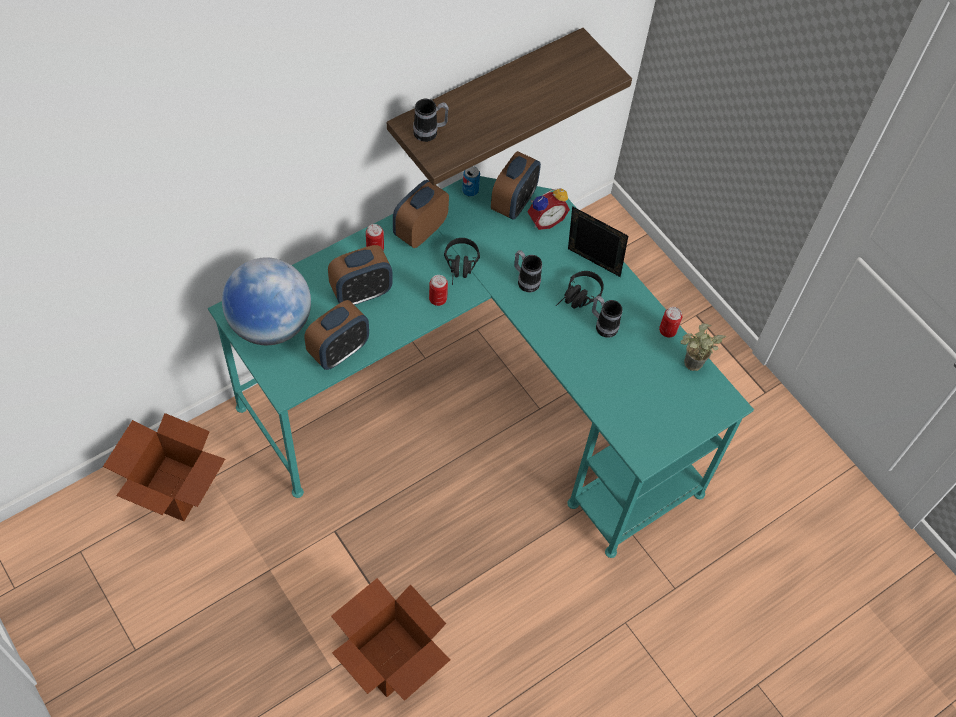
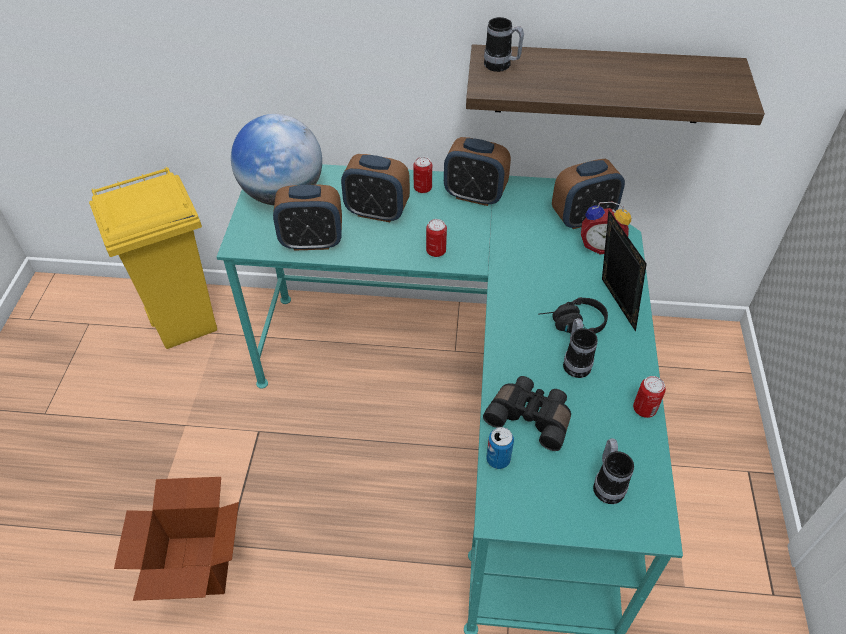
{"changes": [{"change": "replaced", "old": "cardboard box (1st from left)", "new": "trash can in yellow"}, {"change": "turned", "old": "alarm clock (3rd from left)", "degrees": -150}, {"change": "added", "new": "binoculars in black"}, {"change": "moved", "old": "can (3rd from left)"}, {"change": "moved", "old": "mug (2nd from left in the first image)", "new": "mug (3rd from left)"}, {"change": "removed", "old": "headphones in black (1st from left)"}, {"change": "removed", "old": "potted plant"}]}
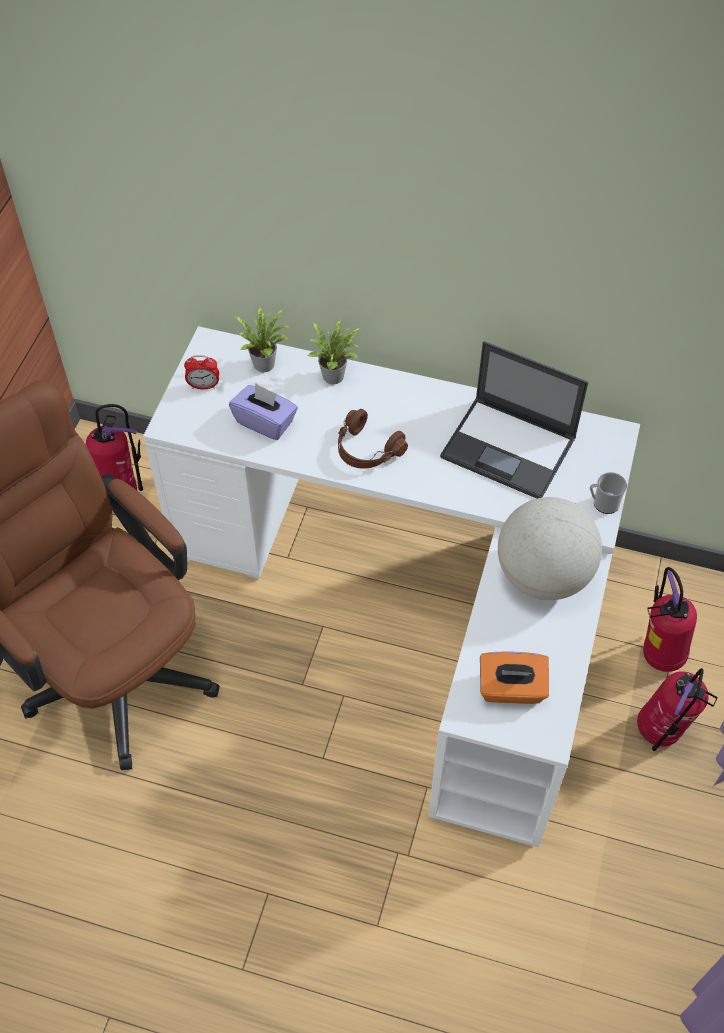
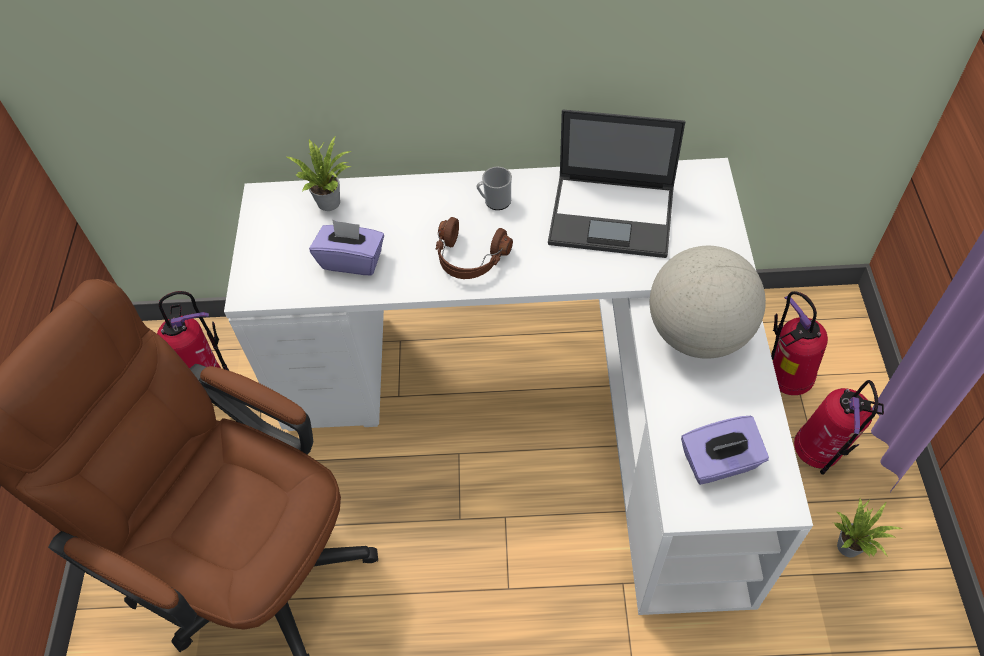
{"changes": [{"change": "moved", "old": "mug"}, {"change": "recoloured", "old": "tissue box in orange", "new": "tissue box in purple (2nd from left)"}, {"change": "moved", "old": "potted plant (2nd from left)"}, {"change": "removed", "old": "alarm clock"}]}
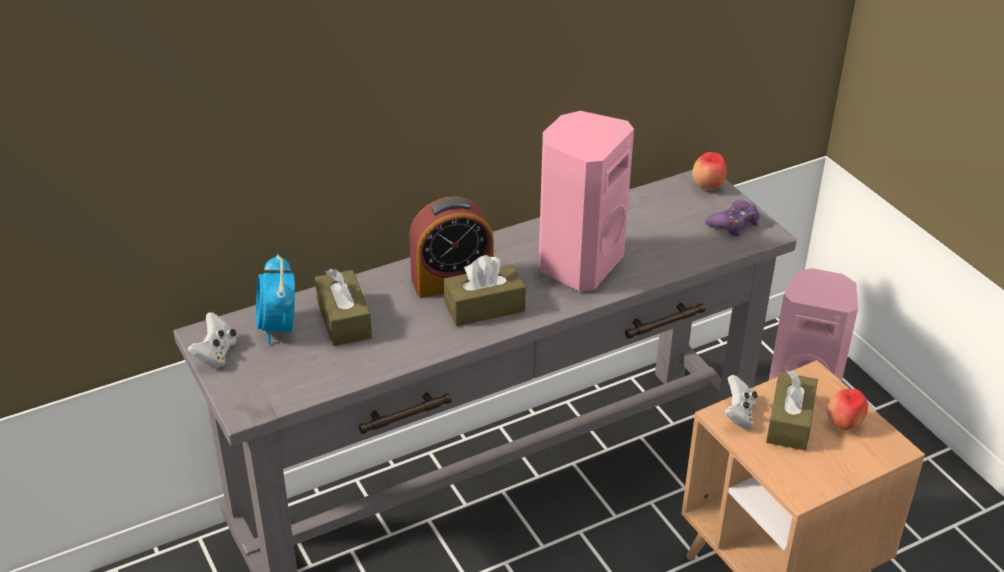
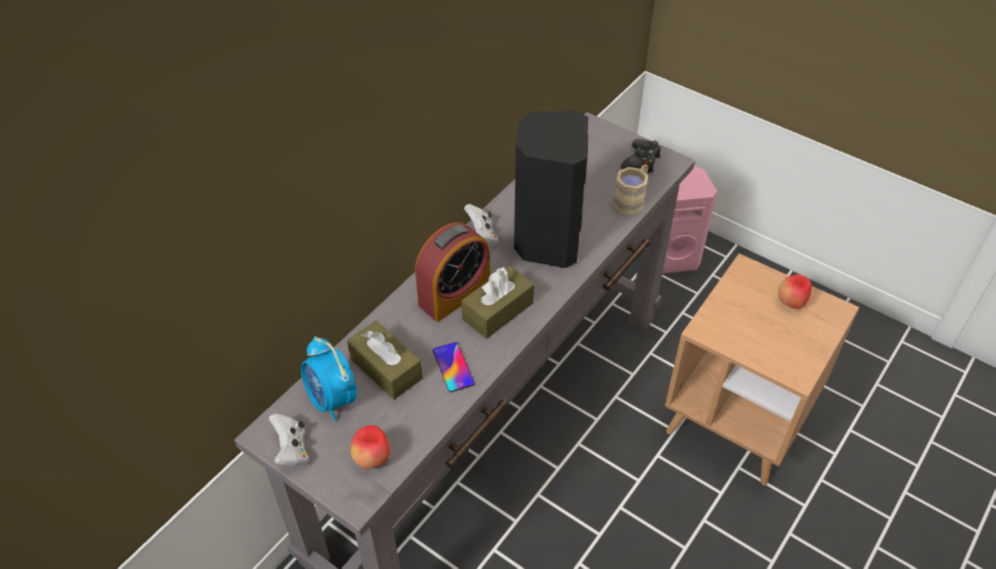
{"changes": [{"change": "moved", "old": "apple (1st from left)"}, {"change": "added", "new": "phone"}, {"change": "moved", "old": "game controller in white (2nd from left)"}, {"change": "recoloured", "old": "speaker in pink (1st from left)", "new": "speaker in black"}, {"change": "added", "new": "mug in beige"}, {"change": "recoloured", "old": "game controller in purple", "new": "game controller in black"}, {"change": "removed", "old": "tissue box in brown (3rd from left)"}]}
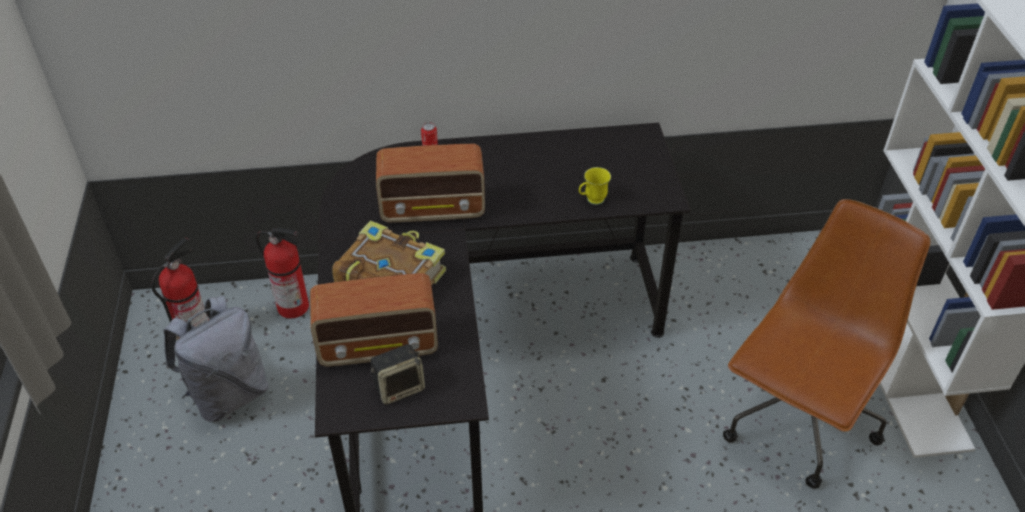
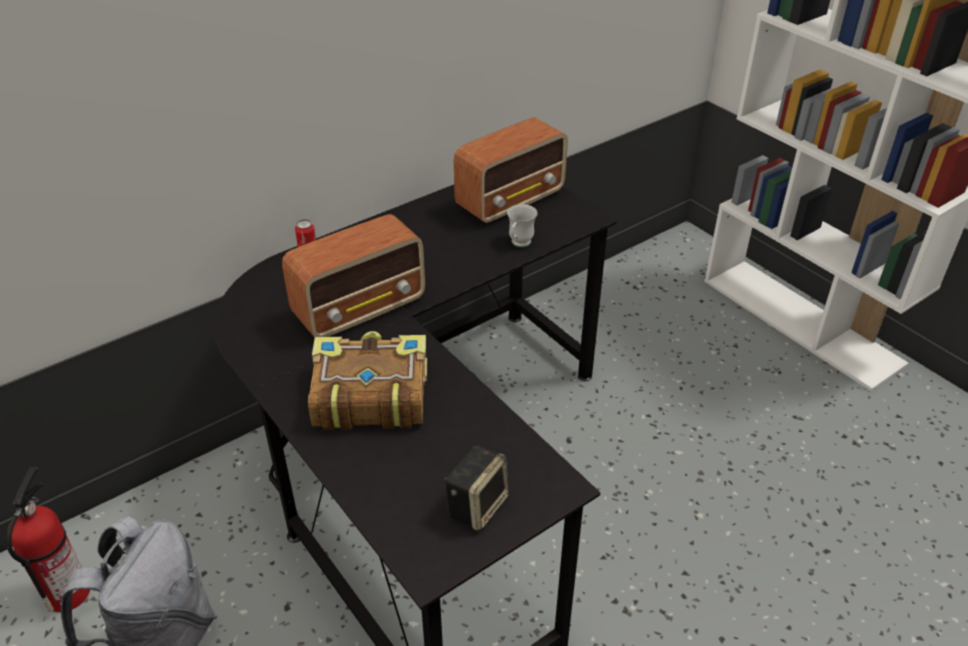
{"changes": [{"change": "moved", "old": "radio (1st from left in the first image)", "new": "radio (2nd from left)"}, {"change": "recoloured", "old": "mug in yellow", "new": "mug in white"}, {"change": "removed", "old": "fire extinguisher (2nd from left)"}, {"change": "removed", "old": "office chair in brown"}]}
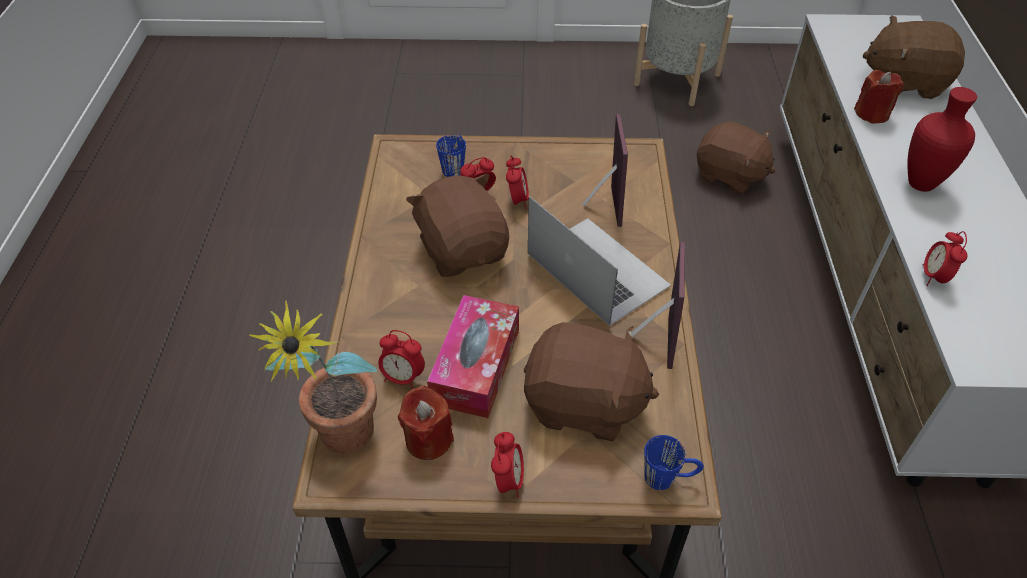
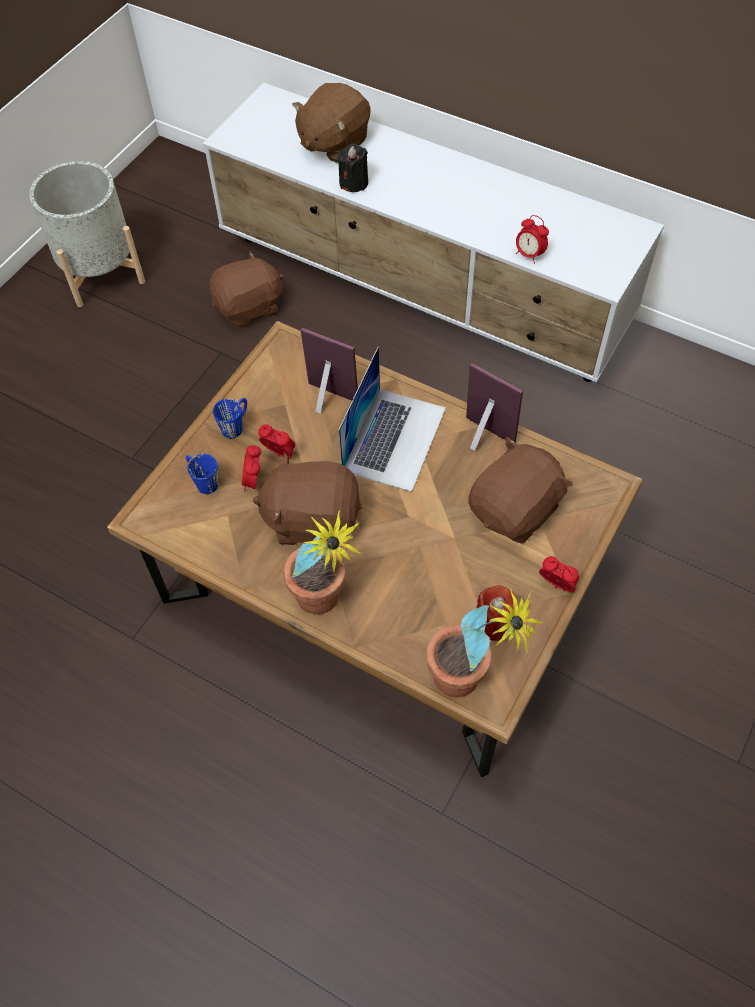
{"changes": [{"change": "moved", "old": "mug in blue (2nd from left)"}, {"change": "added", "new": "potted plant (1st from left)"}, {"change": "recoloured", "old": "candle in red (2nd from left)", "new": "candle in black"}, {"change": "turned", "old": "laptop", "degrees": 120}, {"change": "removed", "old": "alarm clock (1st from left)"}, {"change": "removed", "old": "tissue box"}, {"change": "removed", "old": "vase in red"}]}
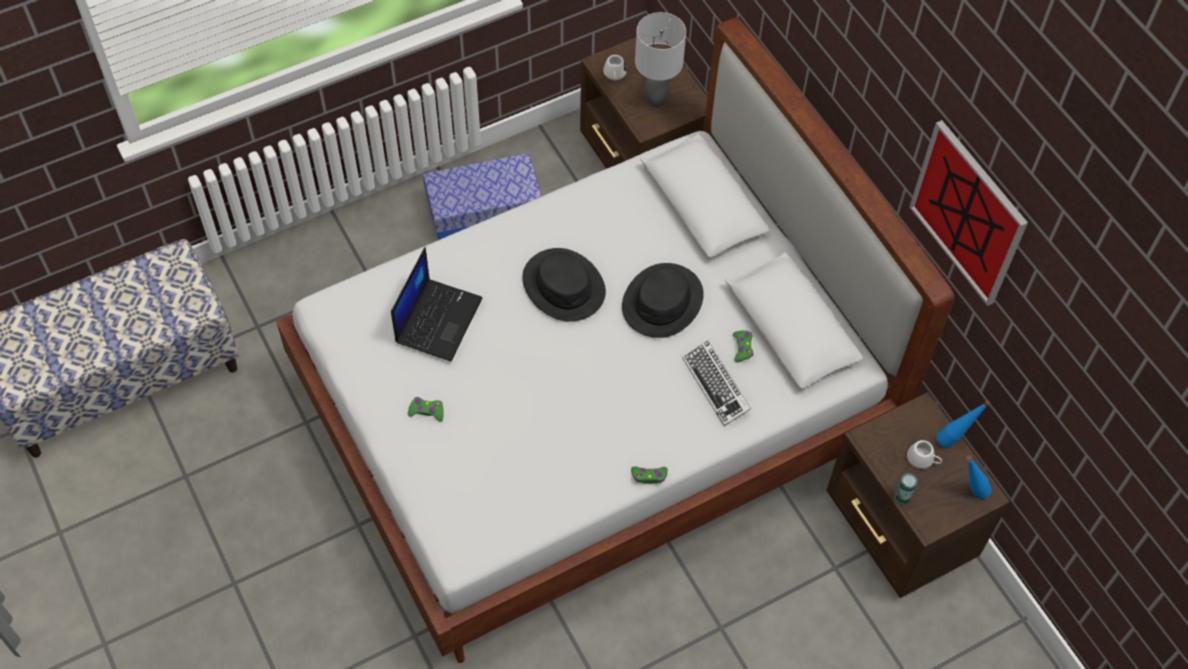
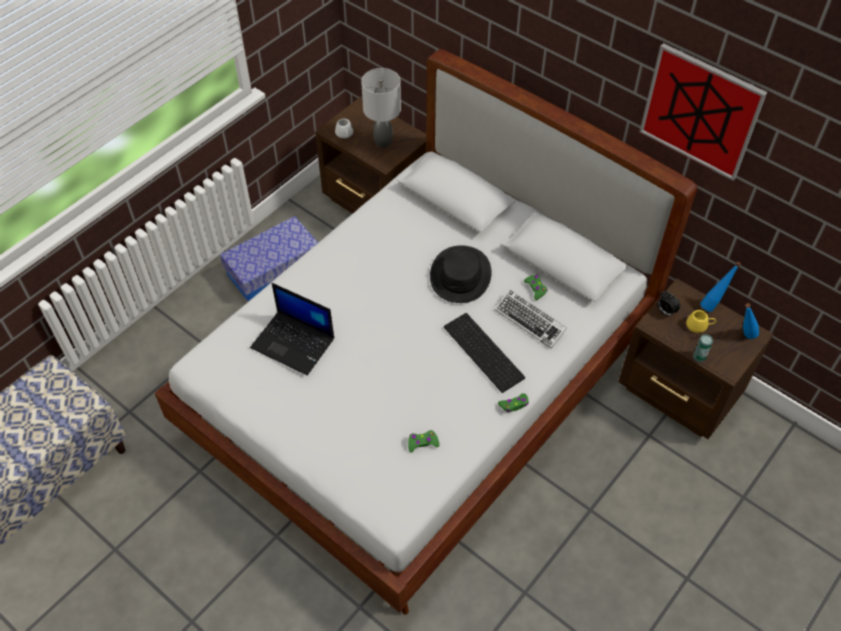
{"changes": [{"change": "turned", "old": "laptop", "degrees": 120}, {"change": "moved", "old": "game controller in green (1st from left)"}, {"change": "added", "new": "keyboard (1st from left)"}, {"change": "added", "new": "alarm clock"}, {"change": "recoloured", "old": "mug in white (2nd from left)", "new": "mug in yellow"}, {"change": "removed", "old": "hat in black (1st from left)"}]}
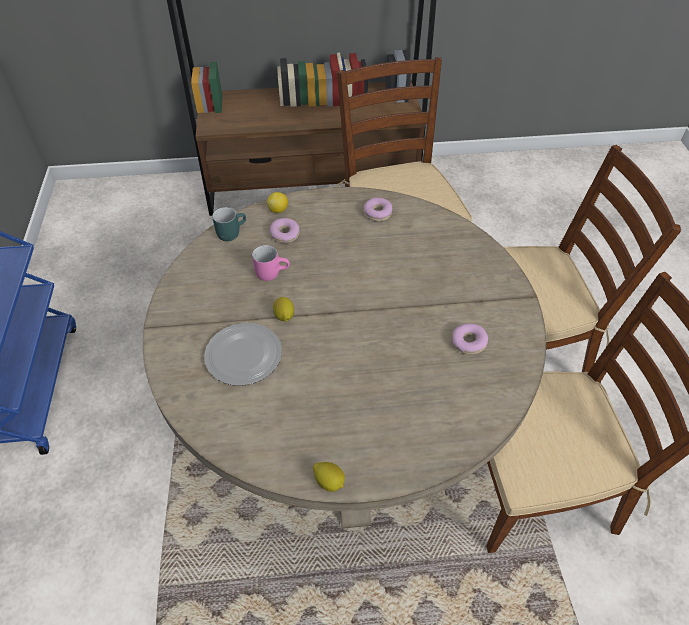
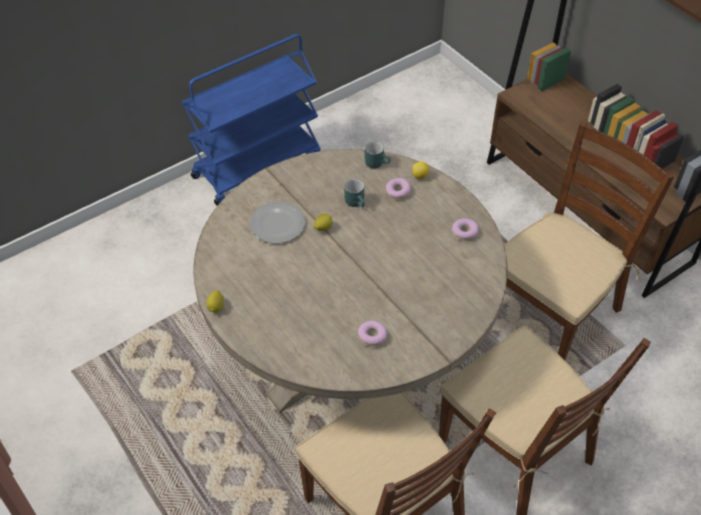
{"changes": [{"change": "recoloured", "old": "mug in pink", "new": "mug in turquoise (1st from left)"}]}
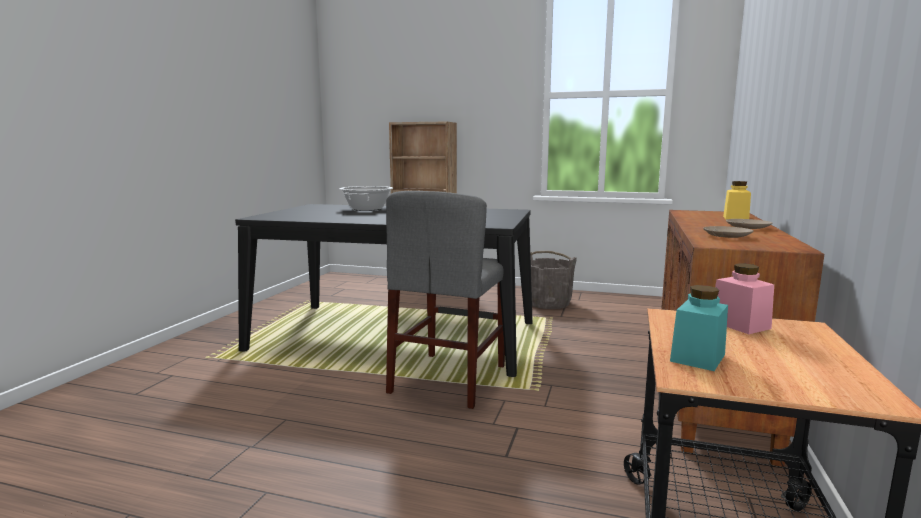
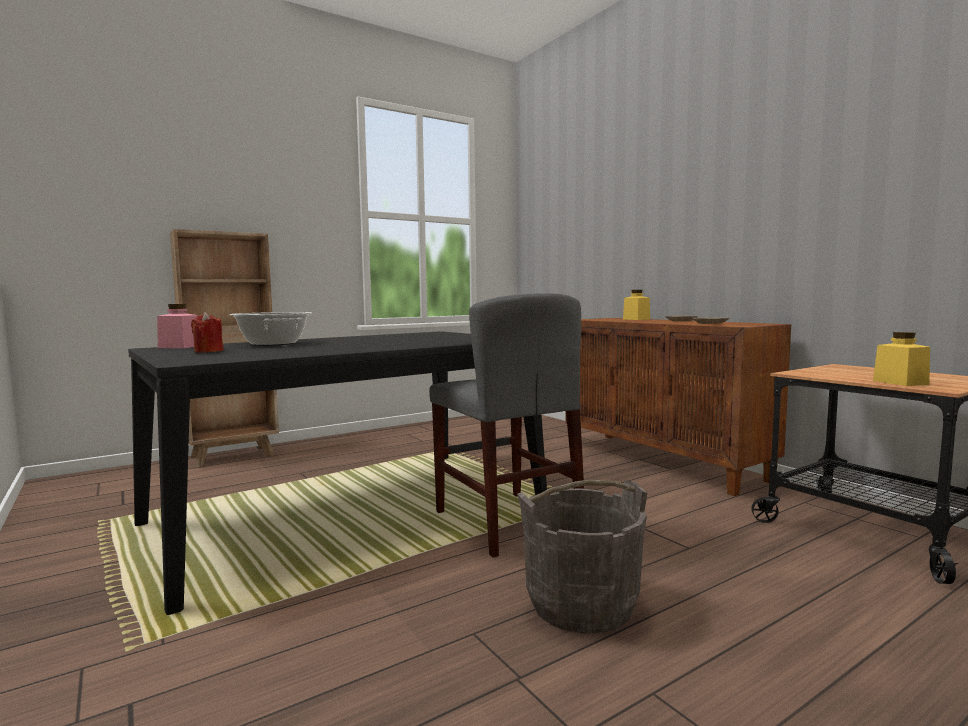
{"changes": [{"change": "moved", "old": "jar in pink"}, {"change": "added", "new": "candle in red"}, {"change": "moved", "old": "bucket in grey"}, {"change": "recoloured", "old": "jar in turquoise", "new": "jar in yellow (2nd from left)"}]}
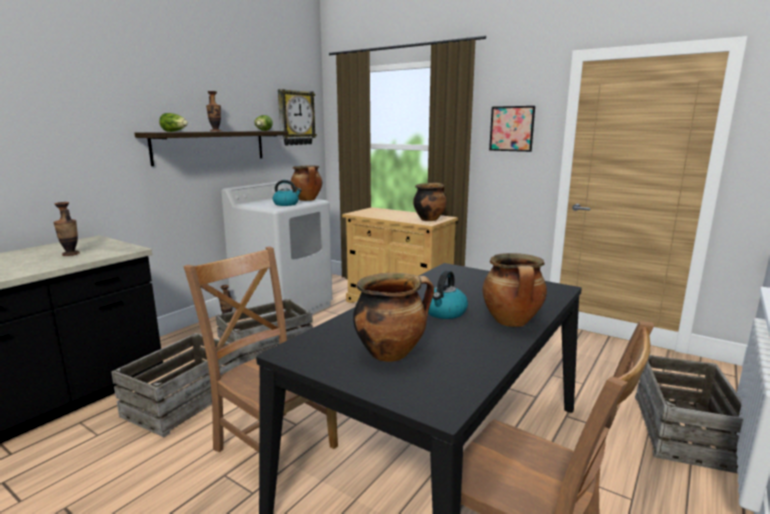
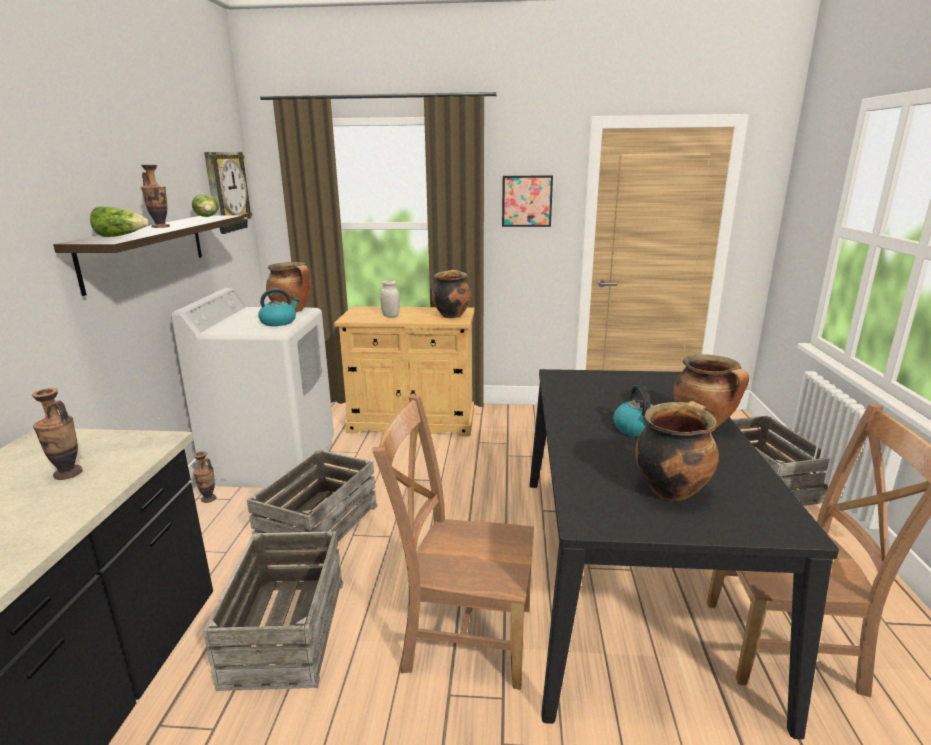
{"changes": [{"change": "added", "new": "jar in white"}]}
